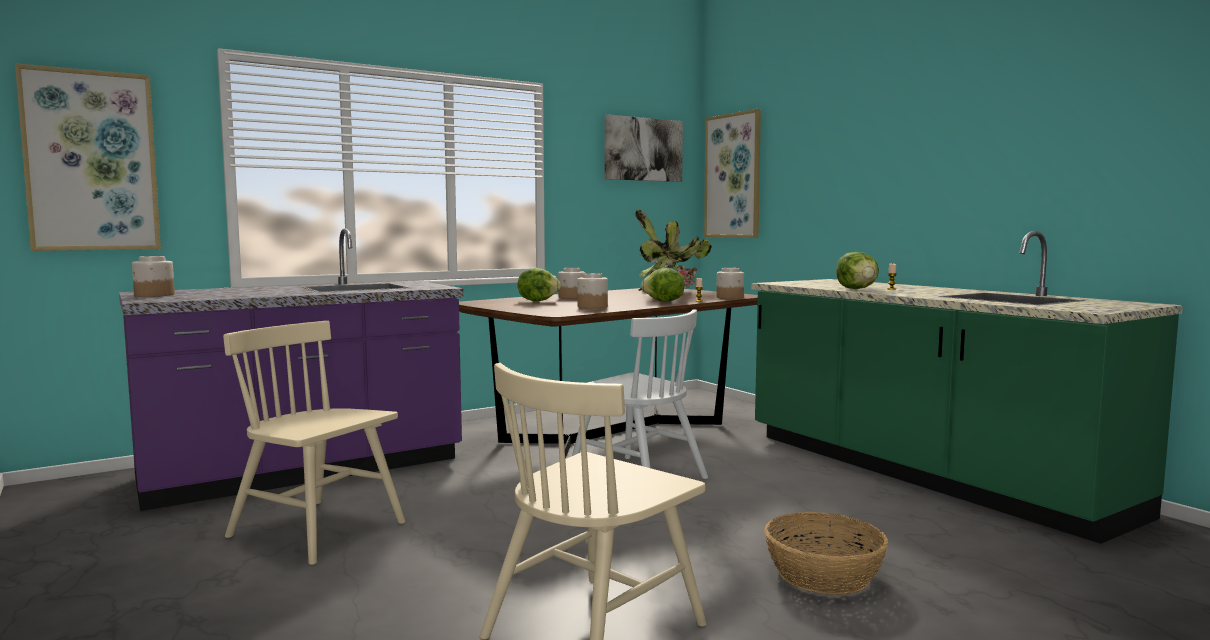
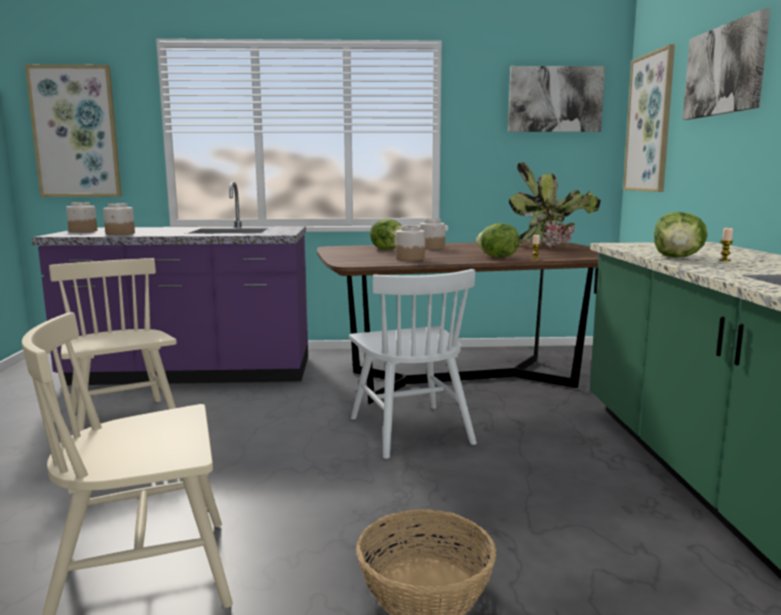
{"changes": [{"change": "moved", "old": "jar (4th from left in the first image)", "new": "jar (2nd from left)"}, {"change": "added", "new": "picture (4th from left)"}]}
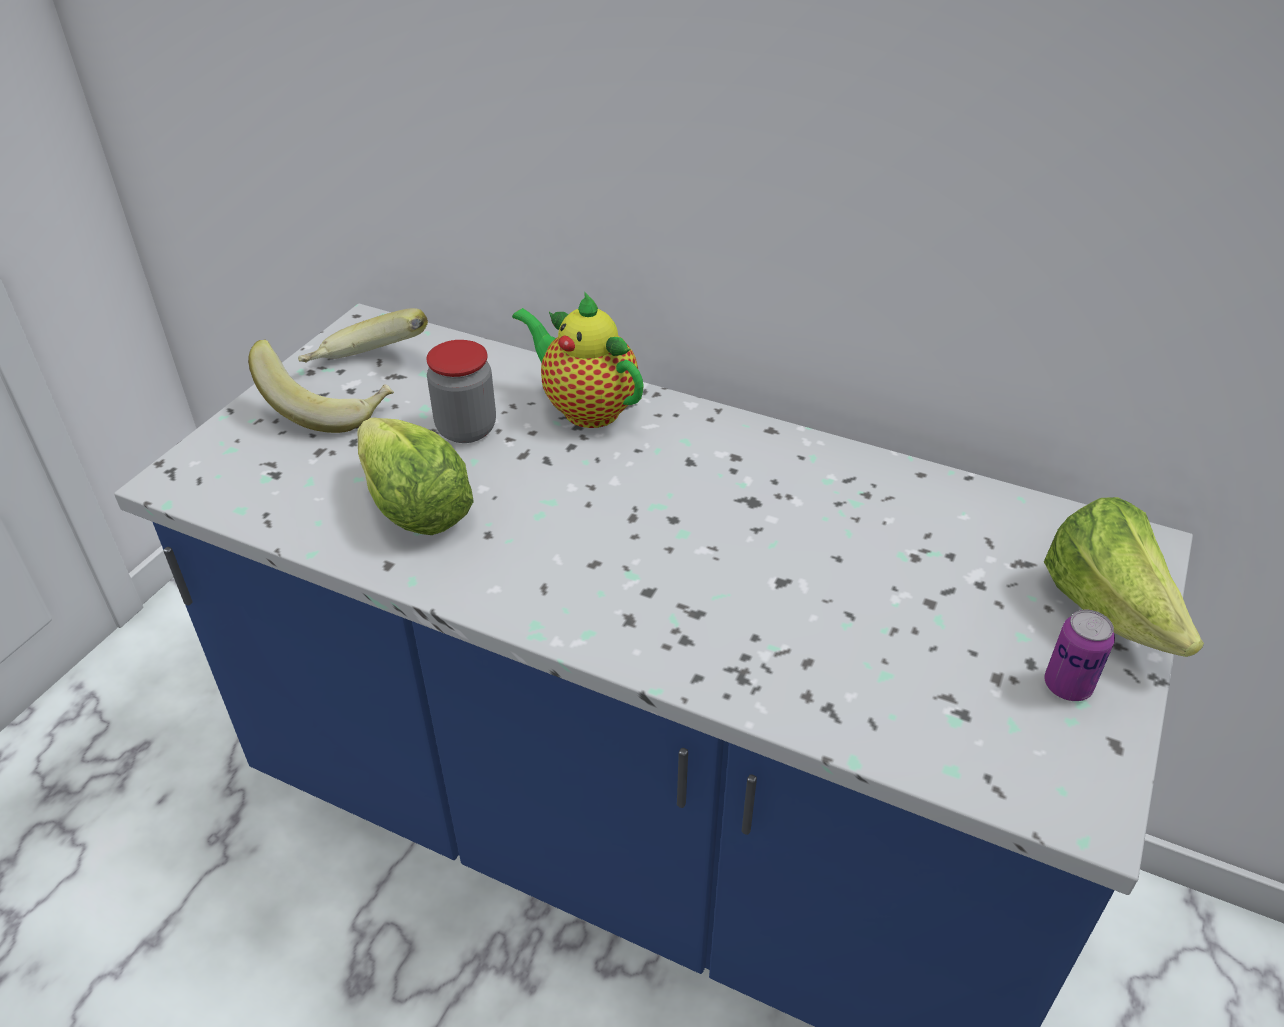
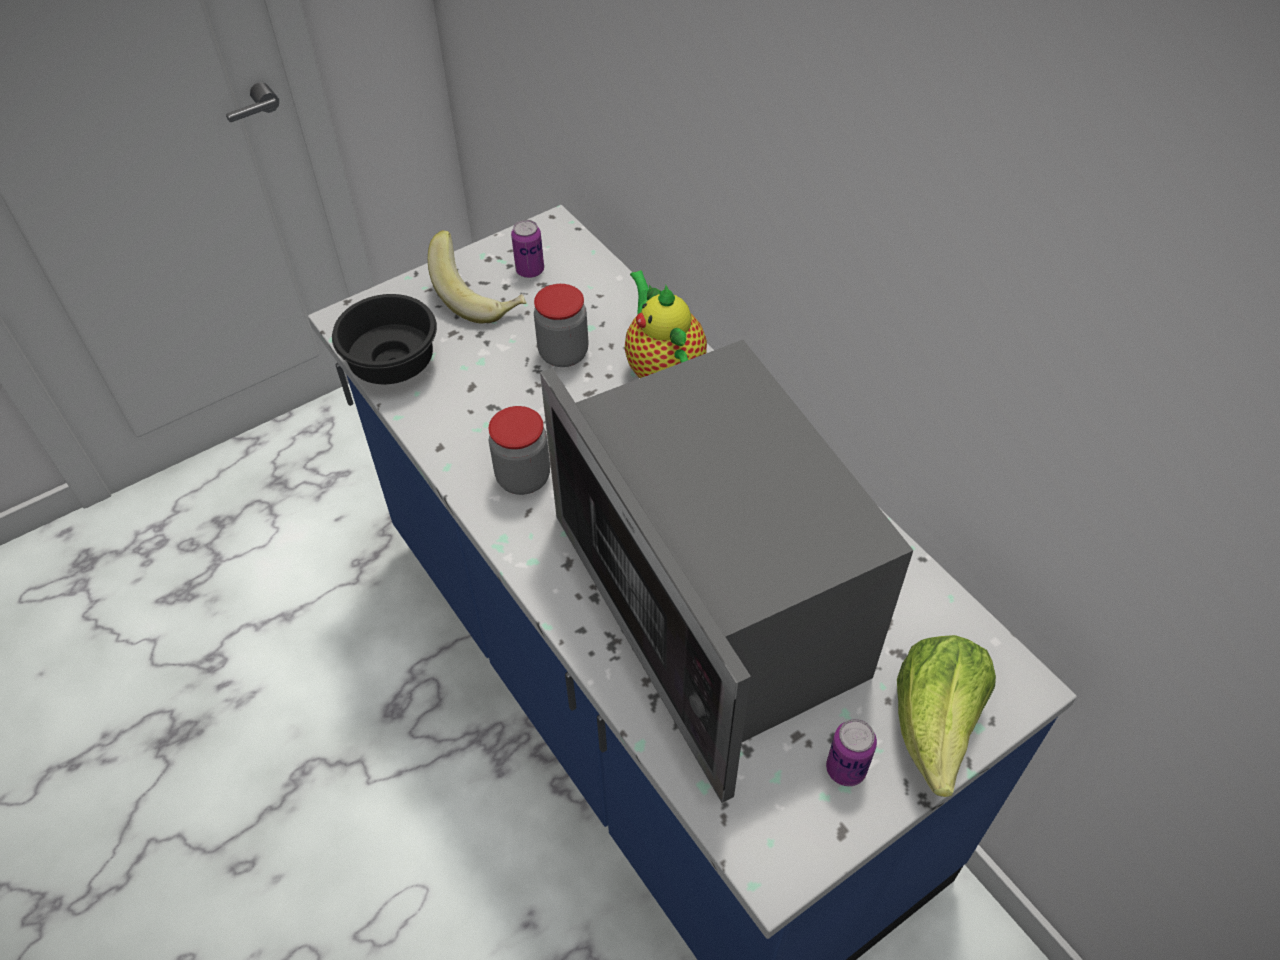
{"changes": [{"change": "added", "new": "bowl in black"}, {"change": "added", "new": "jar (1st from left)"}, {"change": "replaced", "old": "banana (2nd from left)", "new": "can (1st from left)"}, {"change": "added", "new": "microwave"}, {"change": "removed", "old": "lettuce (1st from left)"}]}
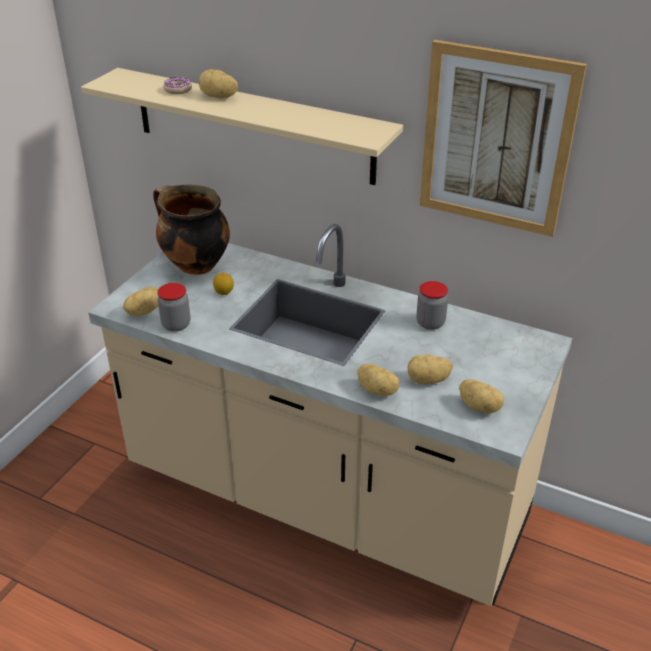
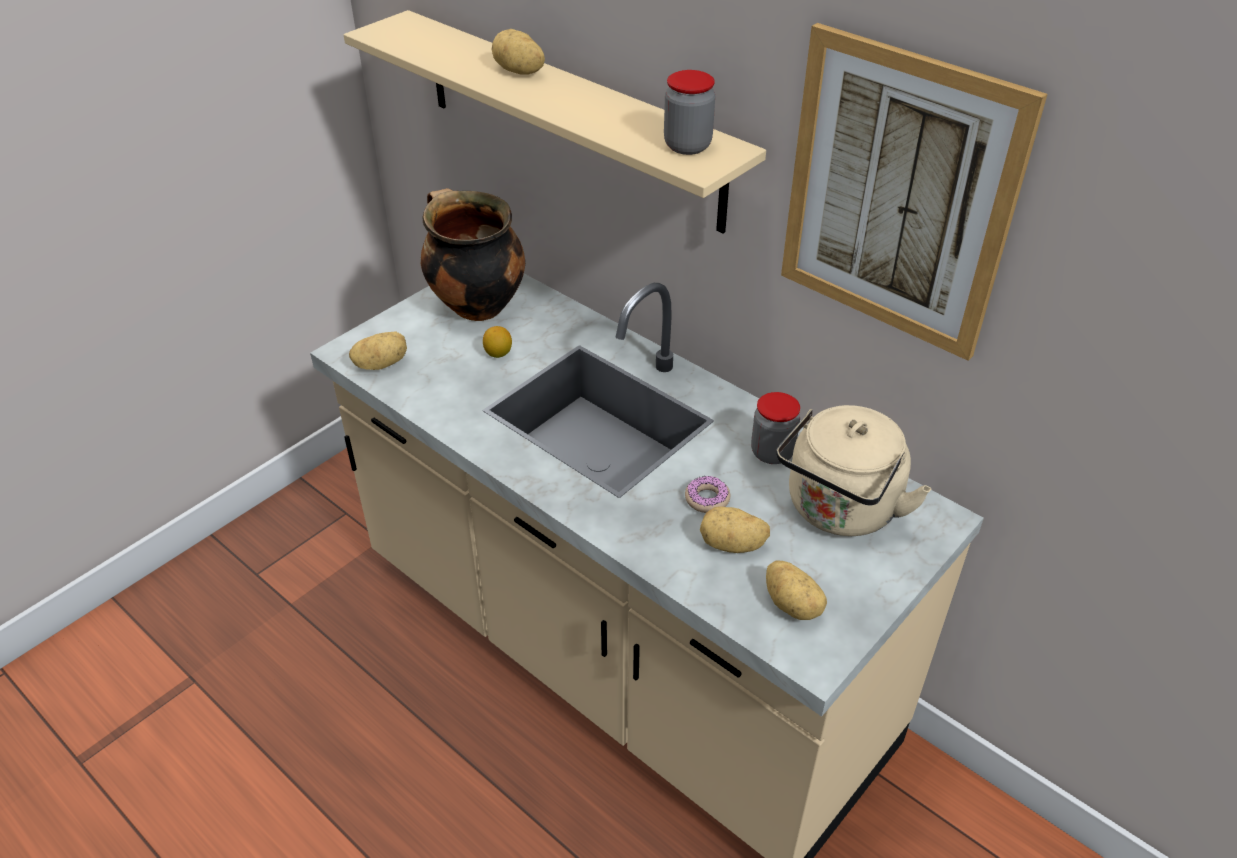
{"changes": [{"change": "moved", "old": "jar (1st from left)"}, {"change": "moved", "old": "donut"}, {"change": "added", "new": "kettle in beige"}, {"change": "removed", "old": "potato (3rd from left)"}]}
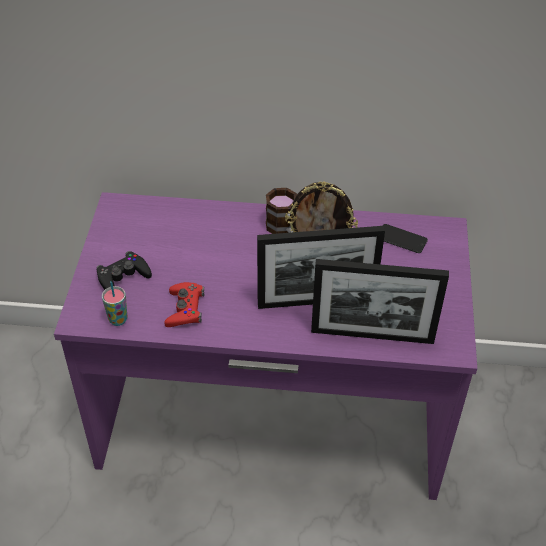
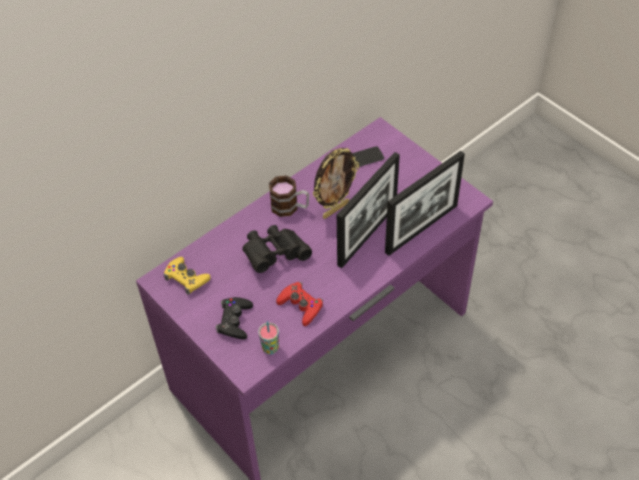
{"changes": [{"change": "added", "new": "game controller in yellow"}, {"change": "added", "new": "binoculars in black"}]}
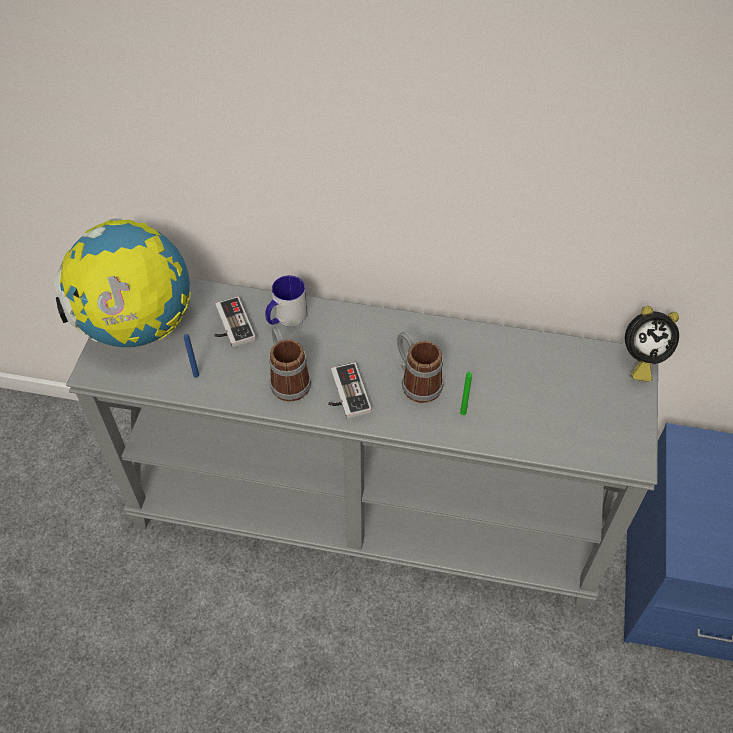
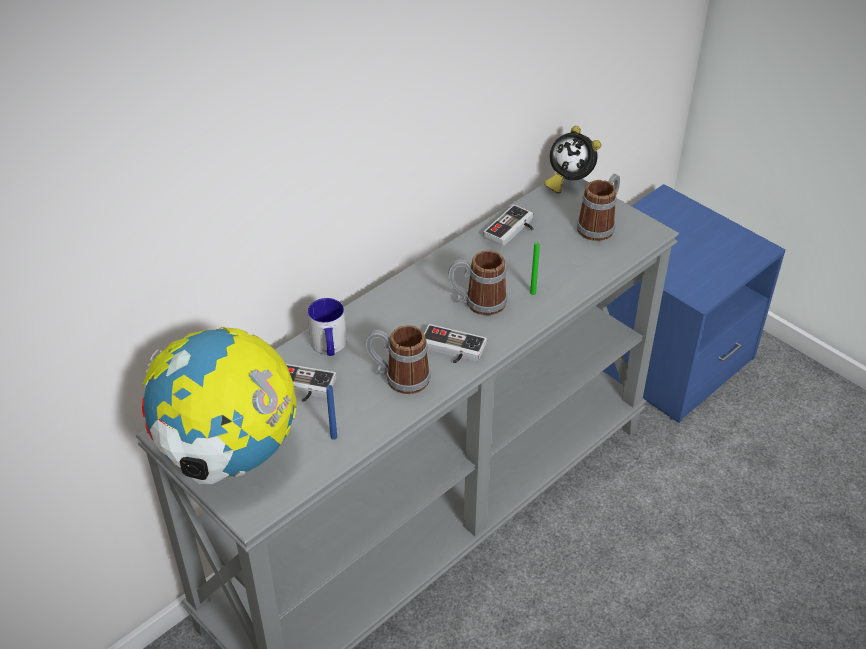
{"changes": [{"change": "added", "new": "game controller (3rd from left)"}, {"change": "turned", "old": "alarm clock", "degrees": 90}, {"change": "added", "new": "mug (4th from left)"}]}
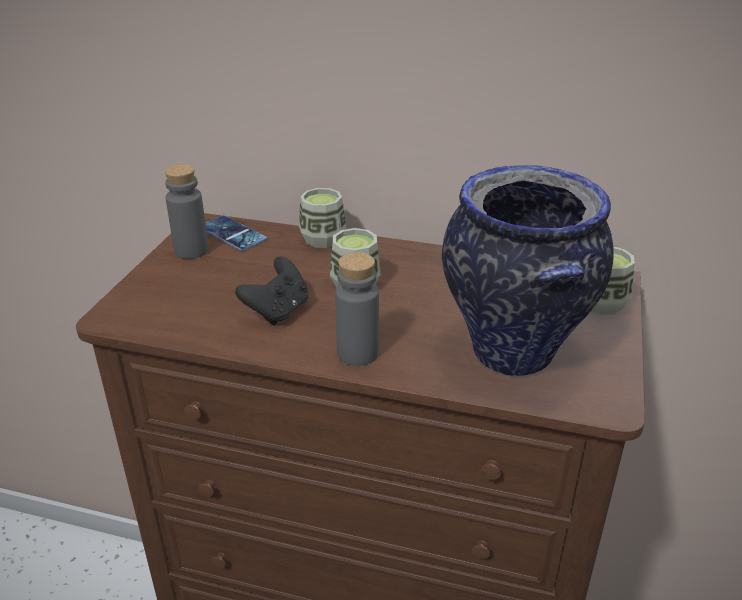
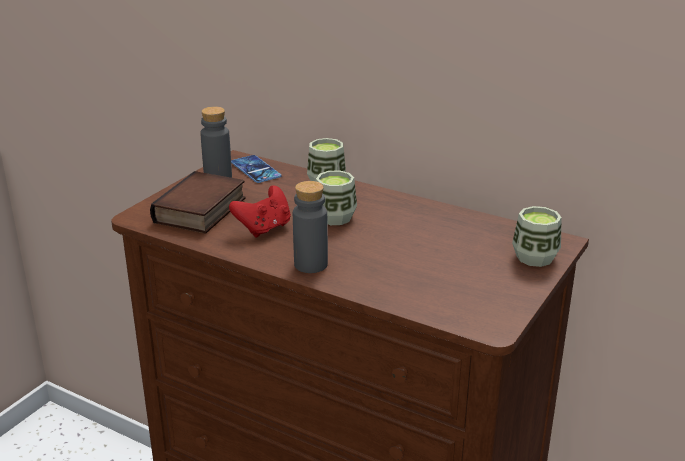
{"changes": [{"change": "added", "new": "book"}, {"change": "recoloured", "old": "game controller in black", "new": "game controller in red"}, {"change": "removed", "old": "vase"}]}
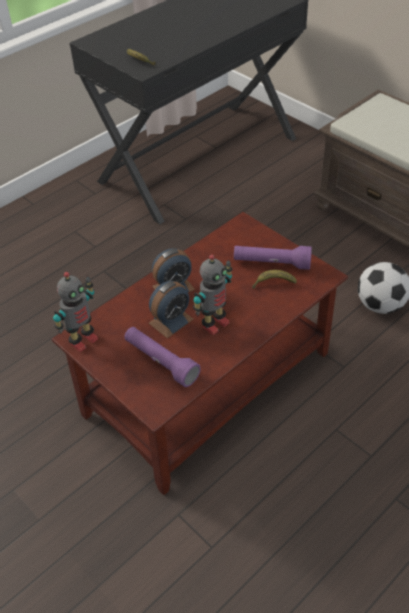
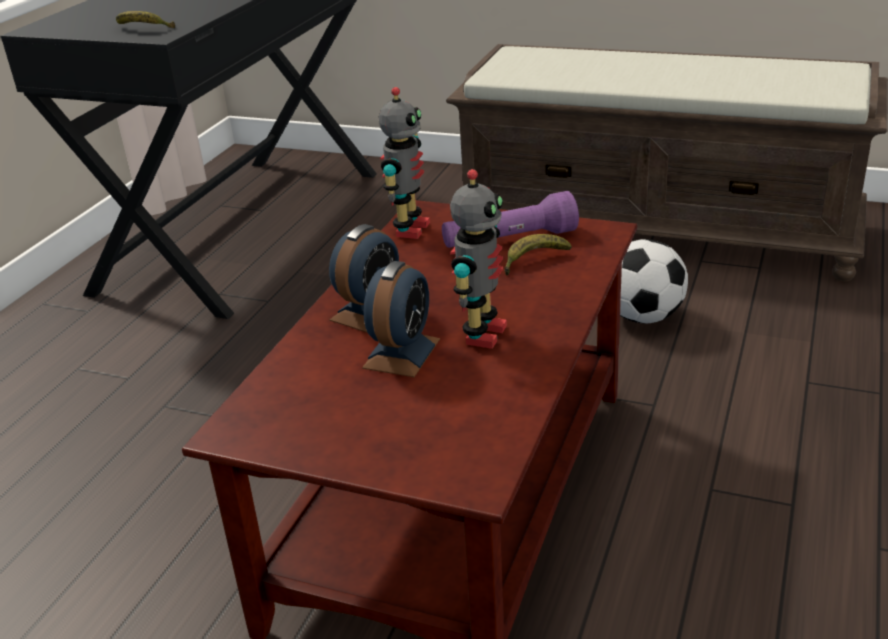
{"changes": [{"change": "moved", "old": "toy robot (1st from left)"}, {"change": "removed", "old": "flashlight in purple (1st from left)"}]}
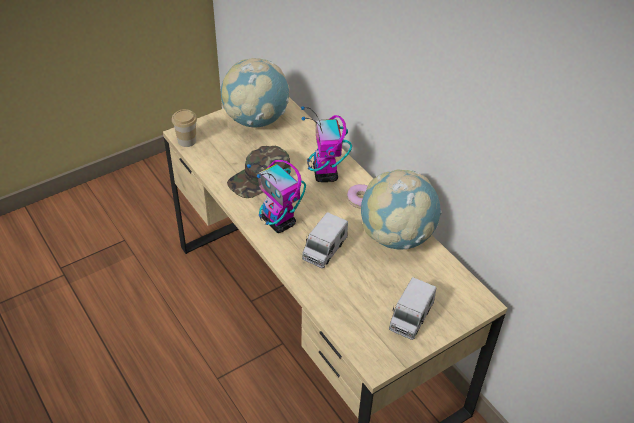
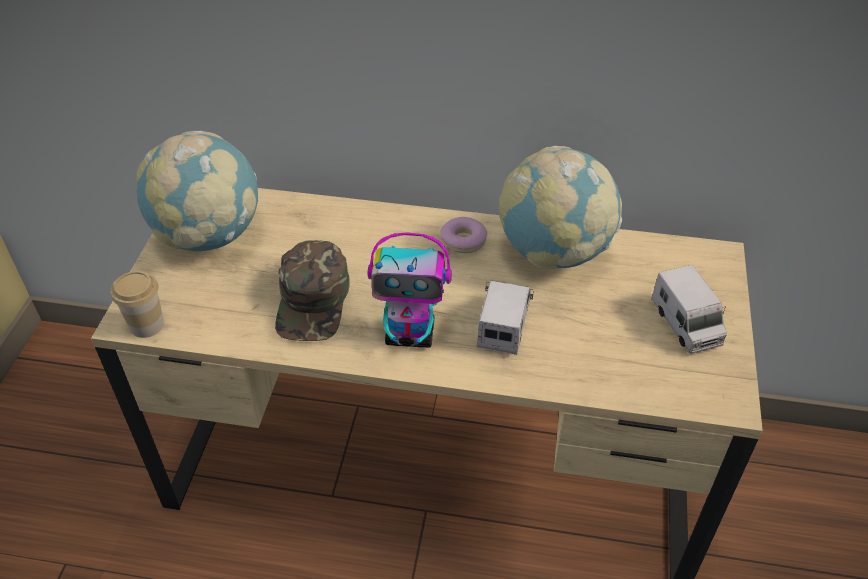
{"changes": [{"change": "turned", "old": "toy truck (1st from left)", "degrees": -150}, {"change": "removed", "old": "toy robot (2nd from left)"}]}
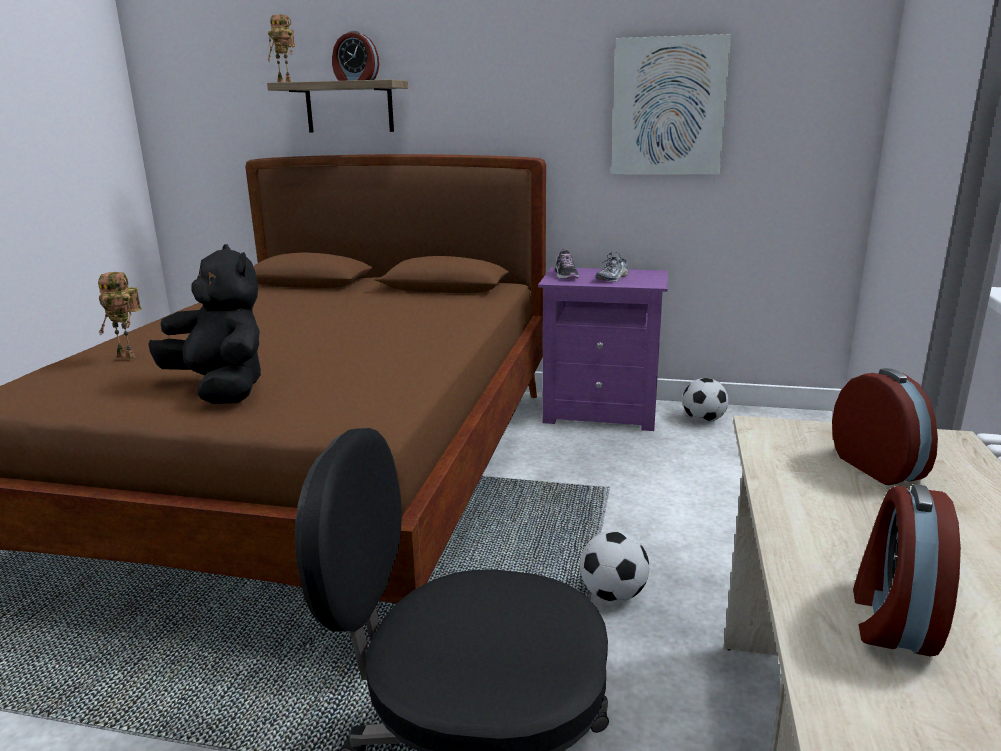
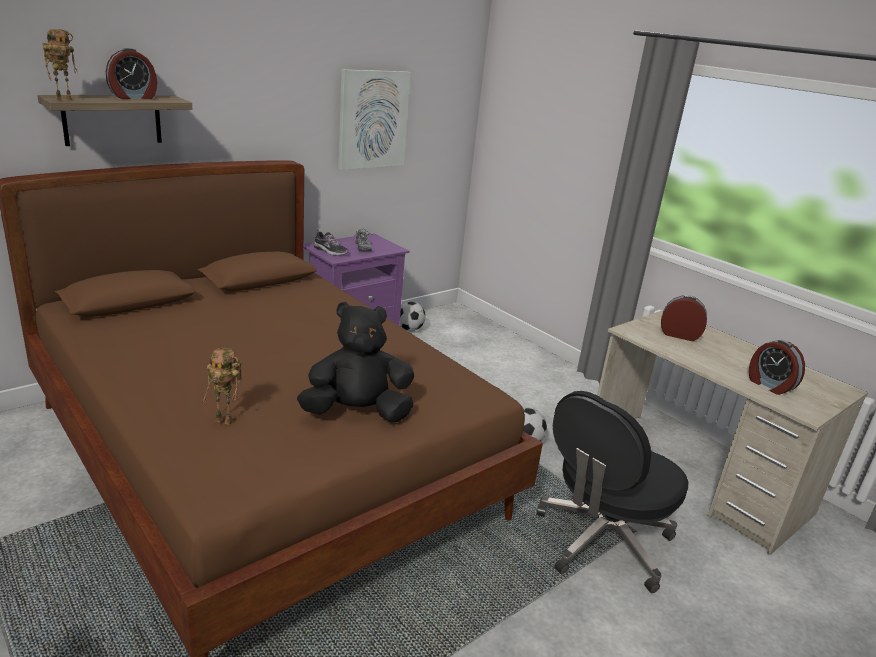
{"changes": [{"change": "turned", "old": "toy robot (1st from left in the first image)", "degrees": 45}]}
